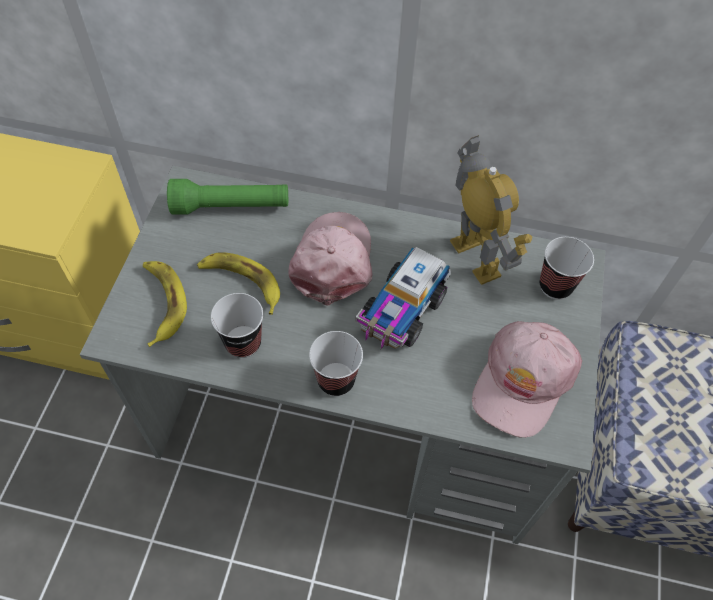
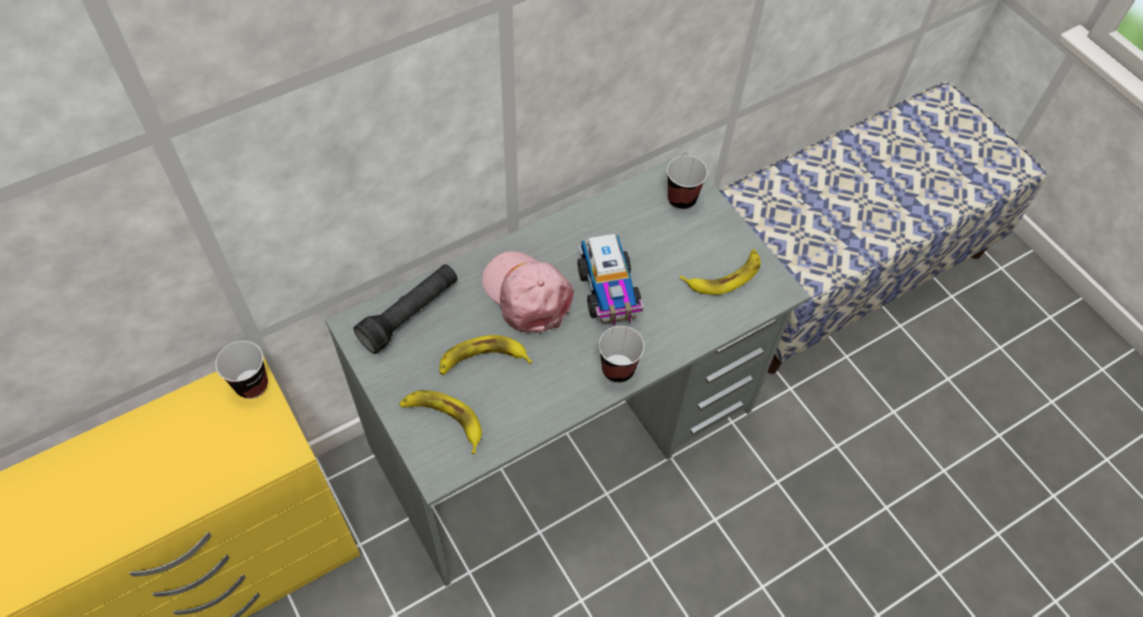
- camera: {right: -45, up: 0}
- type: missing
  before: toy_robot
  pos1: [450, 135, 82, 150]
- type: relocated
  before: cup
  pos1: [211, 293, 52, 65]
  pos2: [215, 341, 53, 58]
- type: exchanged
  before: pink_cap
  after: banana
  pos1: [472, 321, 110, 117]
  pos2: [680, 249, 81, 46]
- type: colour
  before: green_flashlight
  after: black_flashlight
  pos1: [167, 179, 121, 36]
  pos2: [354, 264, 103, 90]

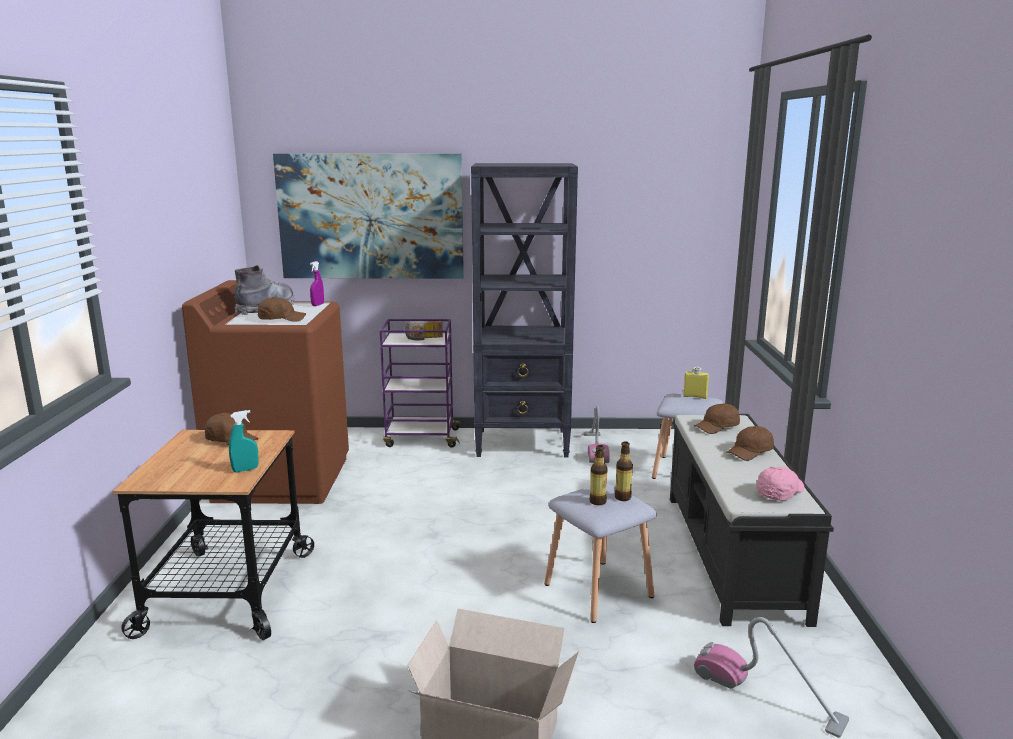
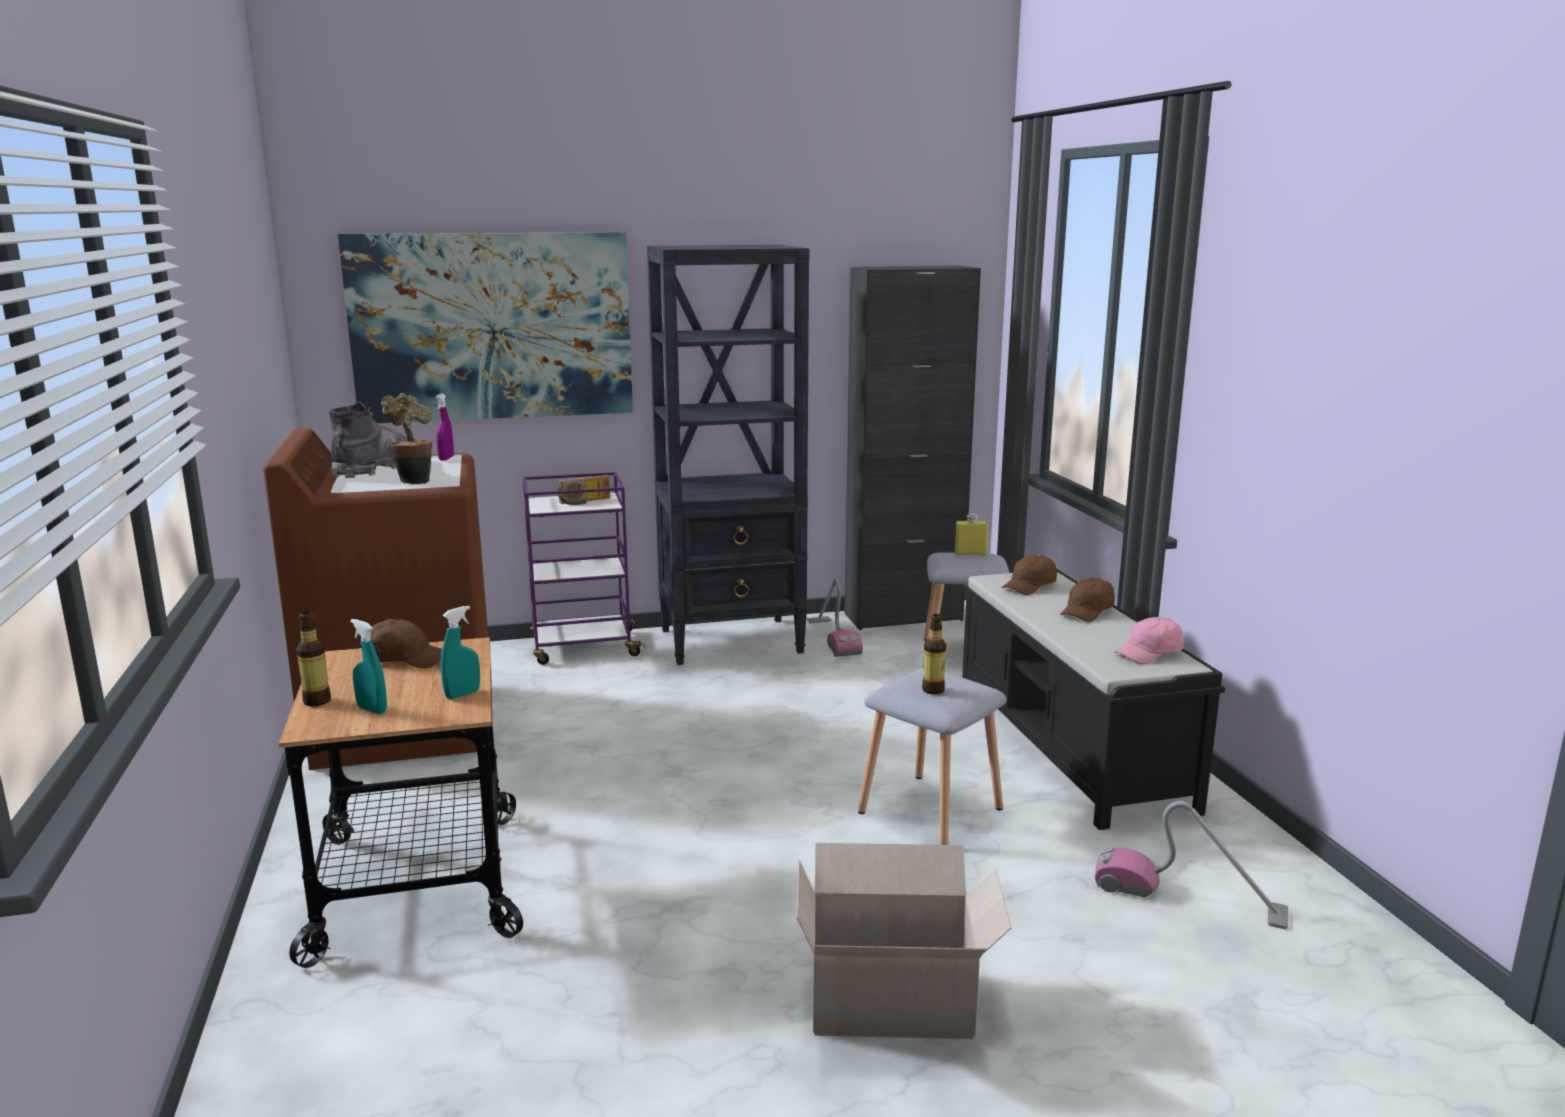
- camera: {right: -15, up: 0}
- type: appeared
  after: turquoise_spray_bottle
  pos2: [351, 619, 36, 95]
- type: appeared
  after: black_cabinet
  pos2: [845, 266, 136, 364]
- type: relocated
  before: bottle
  pos1: [615, 441, 18, 60]
  pos2: [296, 611, 35, 95]
- type: exchanged
  before: brown_cap
  after: potted_plant
  pos1: [257, 297, 49, 25]
  pos2: [381, 393, 51, 91]
- type: spun
  before: pink_cap
  pos1: [757, 467, 47, 34]
  pos2: [1114, 617, 70, 47]
  turn: -150

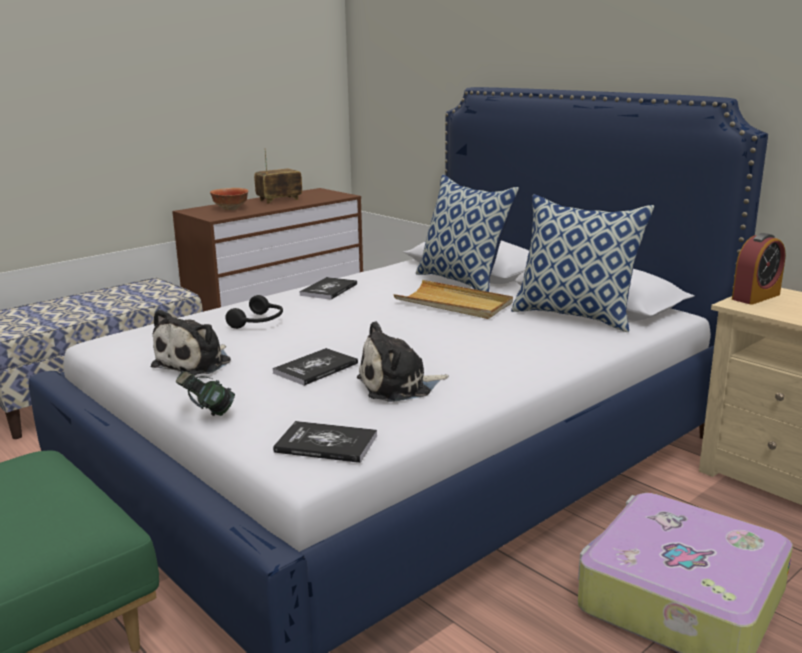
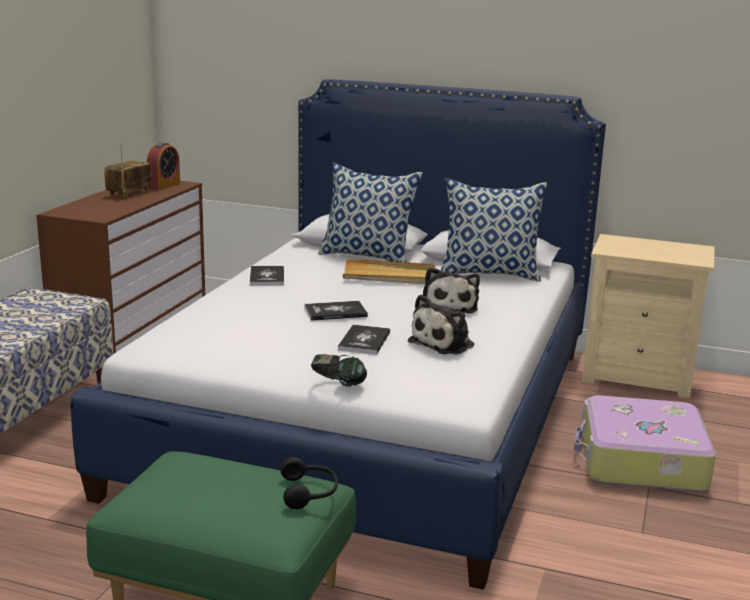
- camera: {right: -30, up: 0}
- type: missing
  before: bowl
  pos1: [210, 188, 38, 22]
- type: relocated
  before: plush_toy
  pos1: [151, 309, 80, 66]
  pos2: [423, 267, 57, 47]
- type: relocated
  before: black_headphones
  pos1: [225, 295, 58, 34]
  pos2: [280, 457, 58, 52]
- type: relocated
  before: book
  pos1: [273, 421, 104, 42]
  pos2: [304, 301, 64, 20]
- type: relocated
  before: alarm_clock
  pos1: [732, 233, 54, 72]
  pos2: [147, 142, 33, 48]

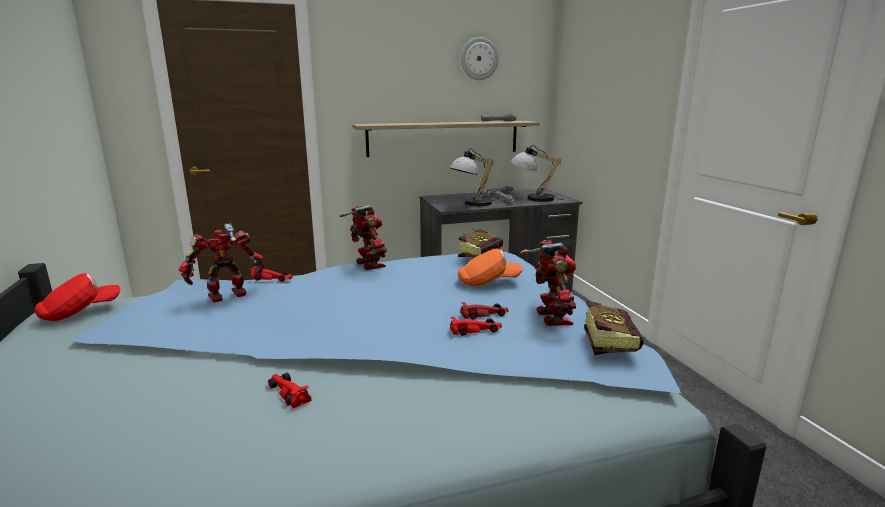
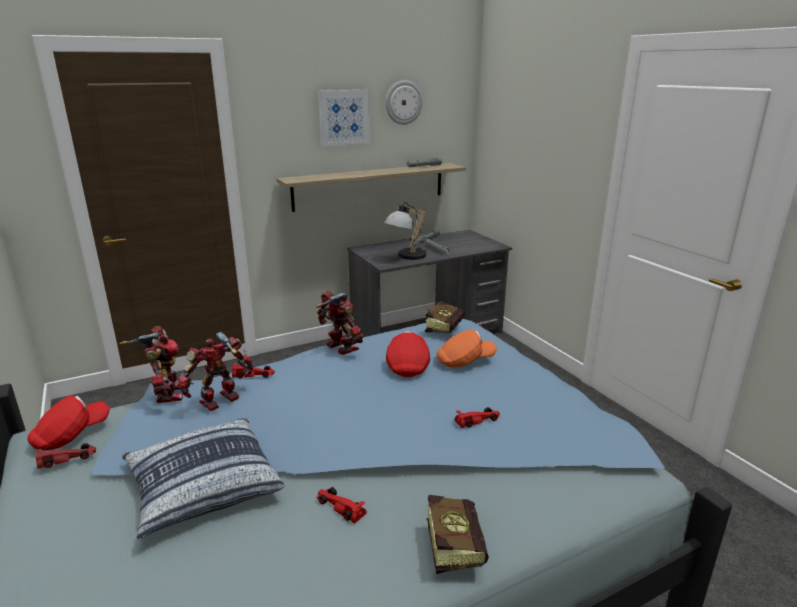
- camera: {right: -10, up: 5}
- type: missing
  before: table_lamp
  pos1: [511, 145, 53, 57]
- type: appeared
  after: pillow
  pos2: [122, 418, 163, 121]
- type: appeared
  after: picture
  pos2: [318, 90, 52, 56]
- type: appeared
  after: red_cap
  pos2: [386, 331, 44, 46]
- type: relocated
  before: red_toy_car
  pos1: [461, 302, 48, 17]
  pos2: [35, 443, 61, 26]
- type: relocated
  before: toy_robot
  pos1: [520, 239, 56, 87]
  pos2: [119, 326, 64, 77]
- type: relocated
  before: book
  pos1: [584, 301, 59, 54]
  pos2: [427, 495, 62, 79]

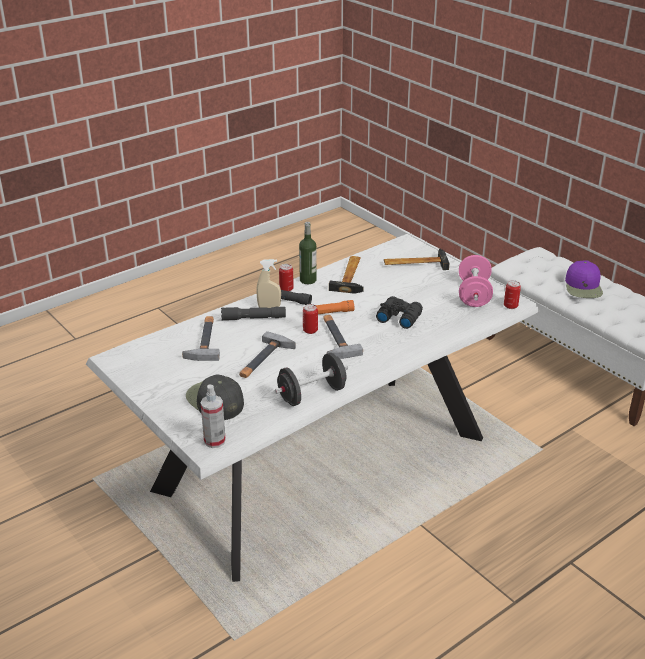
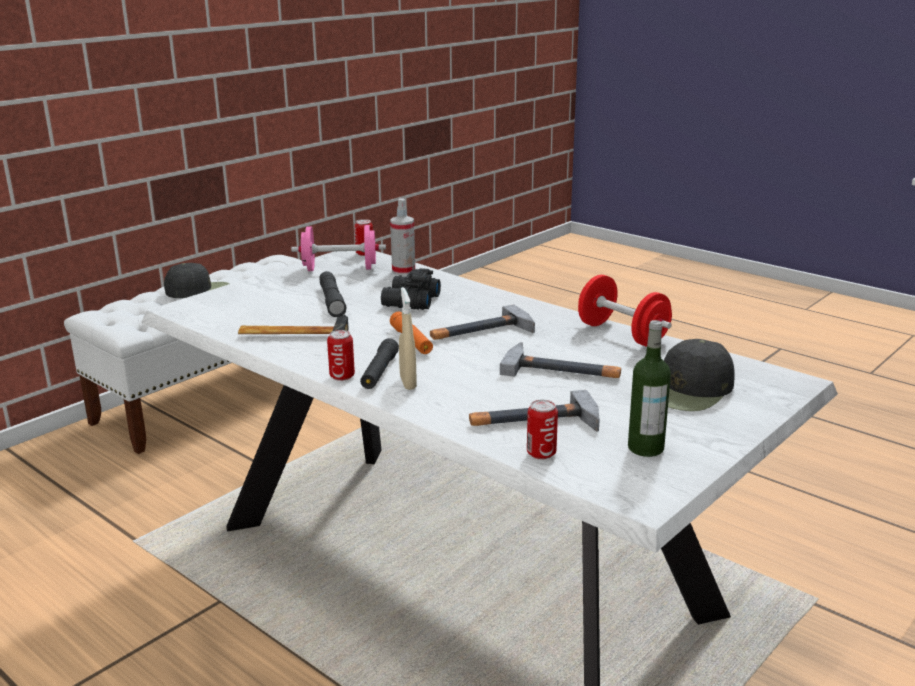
- camera: {right: -100, up: -10}
- type: missing
  before: hammer
  pos1: [384, 249, 66, 21]
- type: relocated
  before: spray_bottle
  pos1: [201, 385, 25, 63]
  pos2: [390, 198, 25, 77]
- type: relocated
  before: grey_flashlight
  pos1: [221, 307, 65, 13]
  pos2: [319, 271, 28, 46]
- type: relocated
  before: bottle
  pos1: [299, 222, 18, 62]
  pos2: [628, 320, 43, 137]
- type: relocated
  before: can
  pos1: [303, 304, 15, 30]
  pos2: [527, 400, 31, 59]
- type: colour
  before: black_dumbbell
  after: red_dumbbell
  pos1: [275, 353, 73, 53]
  pos2: [578, 275, 94, 71]
- type: colour
  before: purple_cap
  after: black_cap
  pos1: [565, 261, 38, 37]
  pos2: [164, 263, 65, 35]

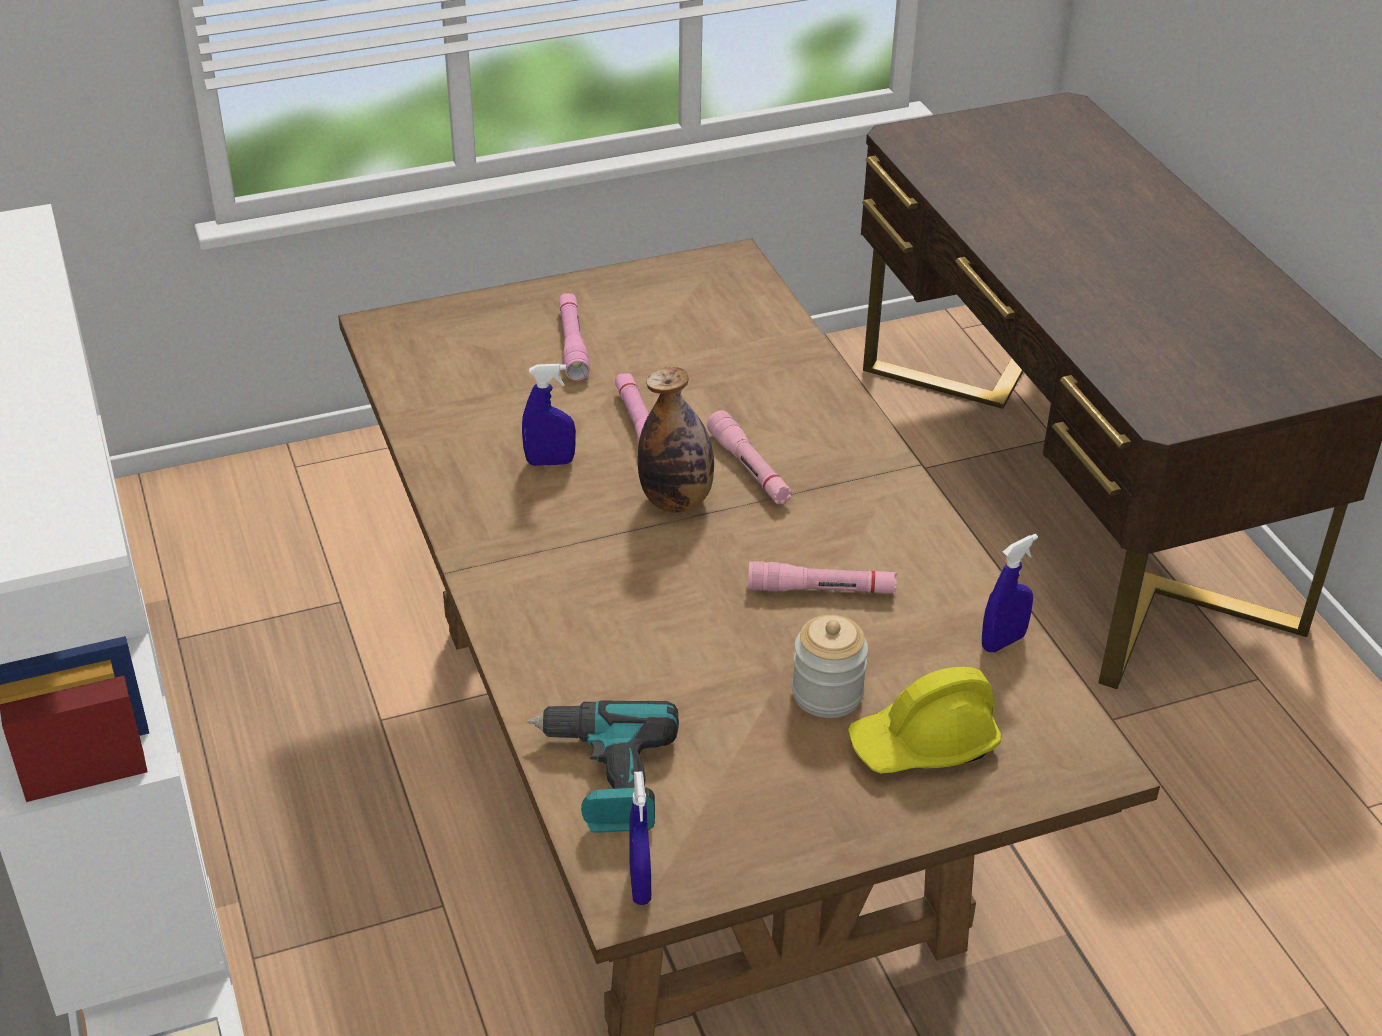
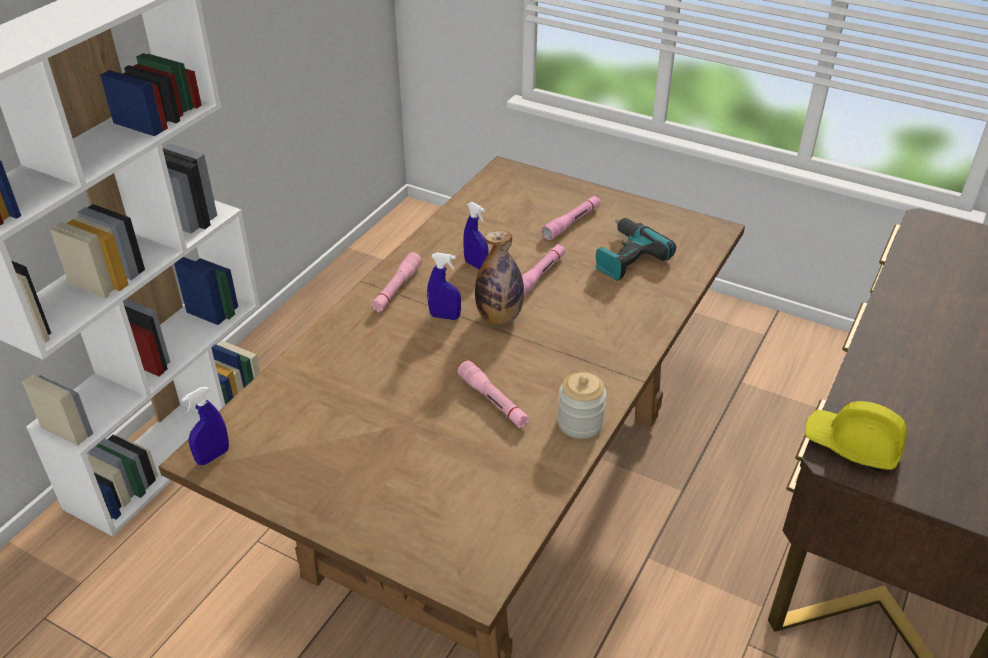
- camera: {right: 50, up: 0}
- type: relocated
  before: power_drill
  pos1: [527, 700, 152, 133]
  pos2: [596, 218, 80, 63]
- type: relocated
  before: pink_flashlight
  pos1: [707, 410, 85, 94]
  pos2: [371, 252, 51, 60]
- type: relocated
  before: jar
  pos1: [792, 615, 76, 103]
  pos2: [557, 372, 50, 67]
- type: relocated
  before: yellow_hard_hat
  pos1: [848, 667, 153, 107]
  pos2: [805, 401, 102, 71]
- type: relocated
  before: blue_spray_bottle
  pos1: [982, 534, 56, 118]
  pos2: [427, 253, 34, 67]

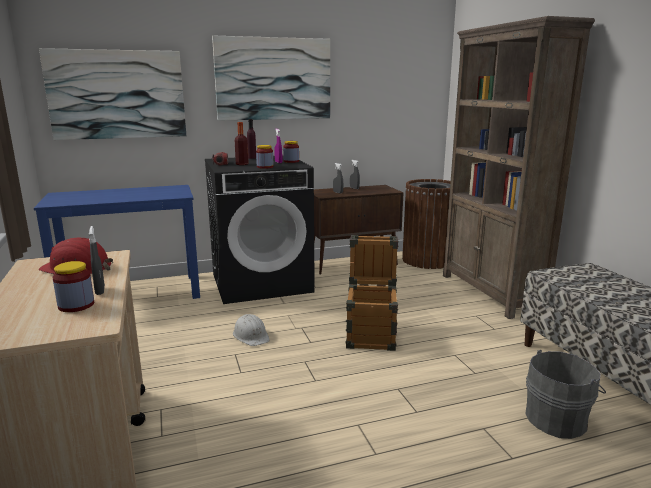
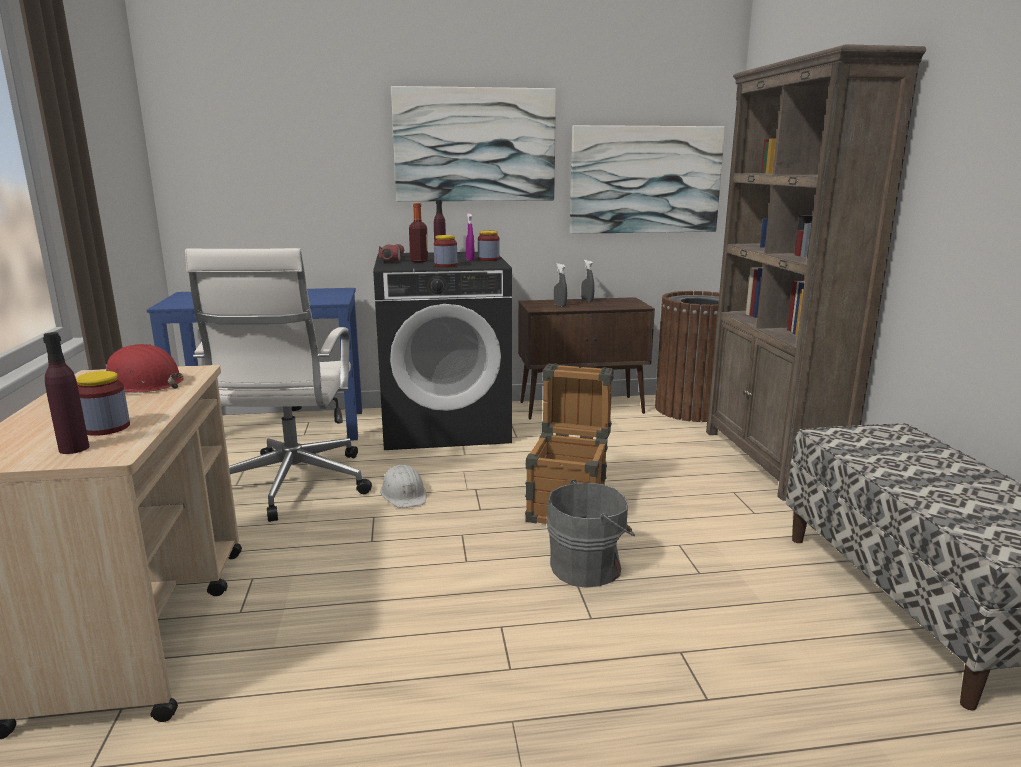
- camera: {right: 10, up: 0}
- type: missing
  before: grey_spray_bottle
  pos1: [89, 226, 16, 69]
- type: appeared
  after: purple_bottle
  pos2: [43, 332, 46, 122]
- type: appeared
  after: white_office_chair
  pos2: [185, 248, 187, 274]
- type: relocated
  before: picture
  pos1: [39, 48, 147, 92]
  pos2: [570, 125, 155, 109]
- type: relocated
  before: grey_bucket
  pos1: [525, 350, 81, 89]
  pos2: [546, 479, 89, 109]

